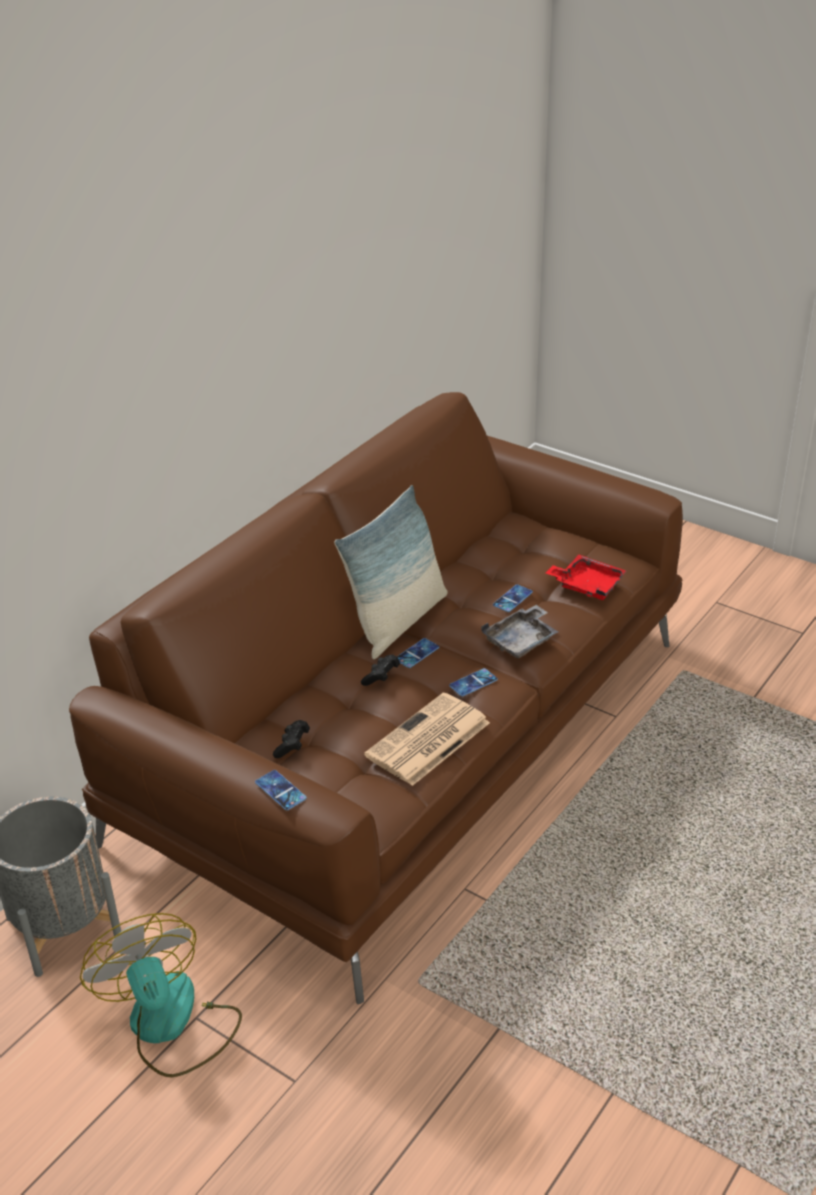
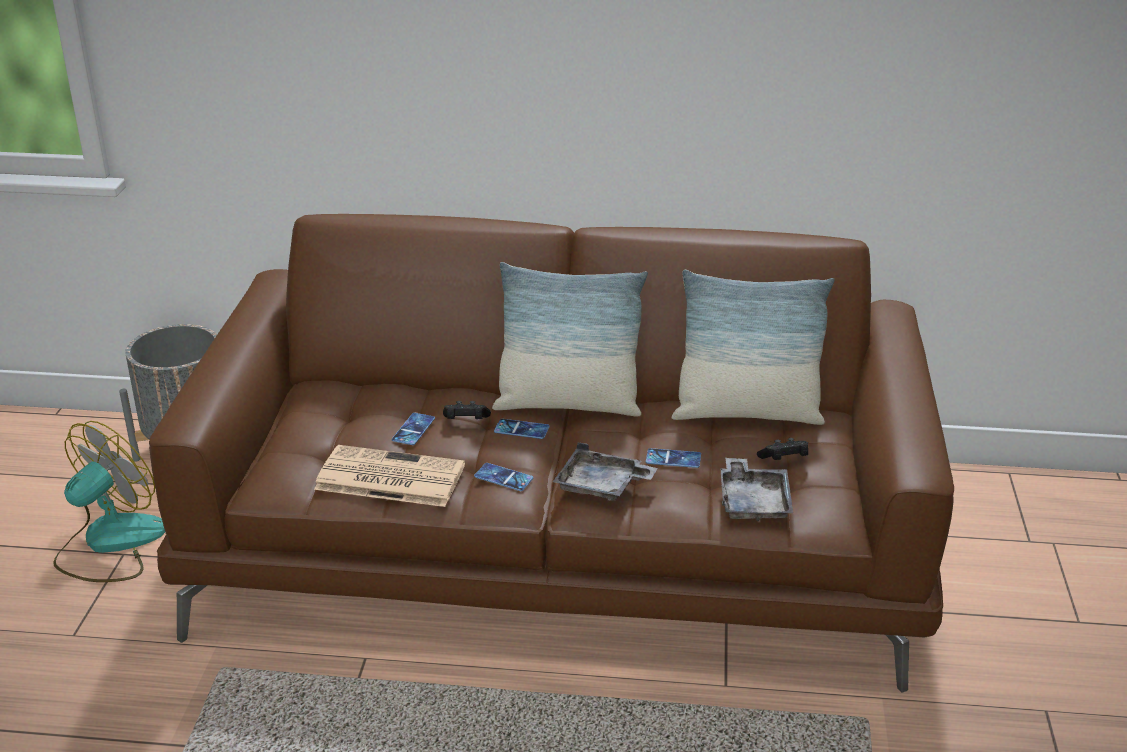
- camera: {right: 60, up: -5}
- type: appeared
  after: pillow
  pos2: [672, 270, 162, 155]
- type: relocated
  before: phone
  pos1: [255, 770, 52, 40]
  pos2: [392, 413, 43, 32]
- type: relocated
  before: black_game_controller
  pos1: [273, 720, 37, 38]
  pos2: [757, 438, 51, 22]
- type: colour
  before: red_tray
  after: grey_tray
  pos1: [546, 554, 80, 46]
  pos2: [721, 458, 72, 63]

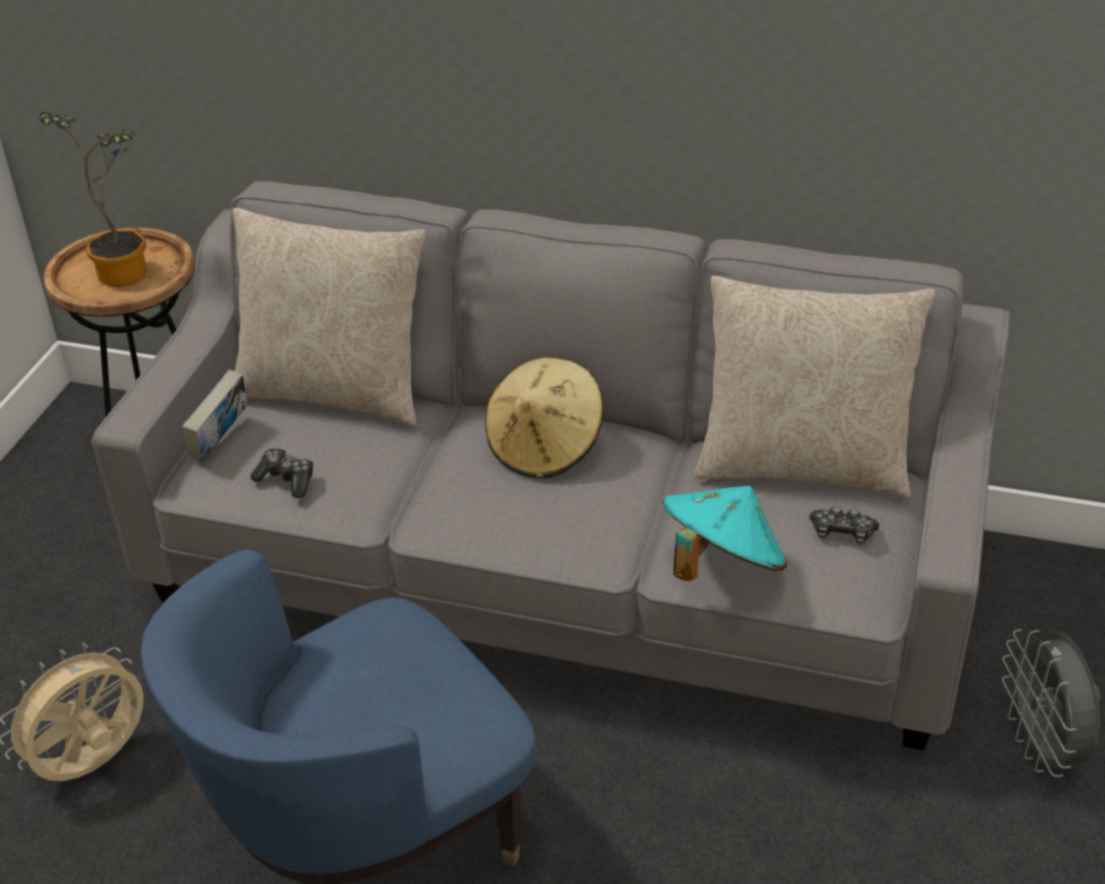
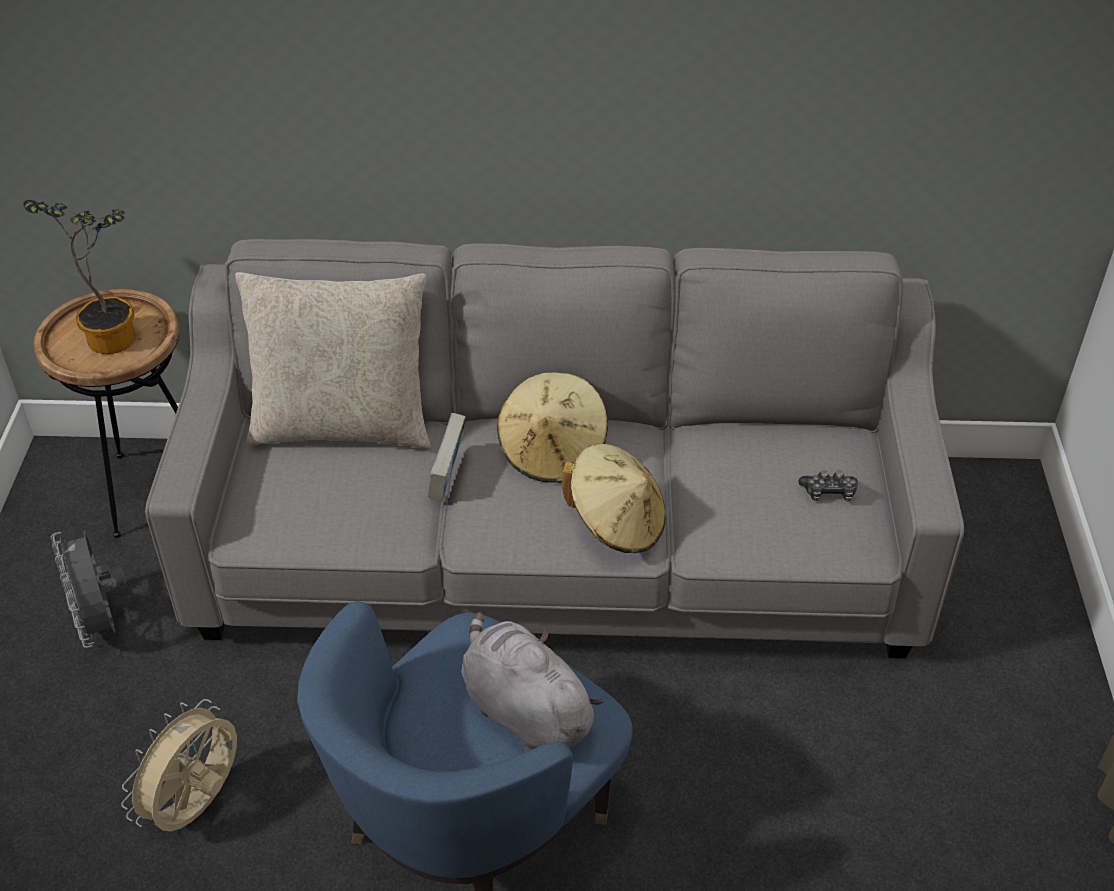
- camera: {right: -15, up: 5}
- type: missing
  before: game_controller
  pos1: [250, 448, 63, 50]
- type: missing
  before: turquoise_hat
  pos1: [662, 486, 125, 95]
- type: missing
  before: beige_pillow
  pos1: [694, 276, 241, 222]
- type: appeared
  after: grey_plush_toy
  pos2: [461, 612, 143, 140]
- type: appeared
  after: beige_hat
  pos2: [562, 444, 104, 109]
- type: relocated
  before: book
  pos1: [182, 370, 65, 93]
  pos2: [428, 413, 38, 89]
- type: relocated
  before: grey_fan
  pos1: [1002, 629, 99, 148]
  pos2: [51, 530, 75, 118]

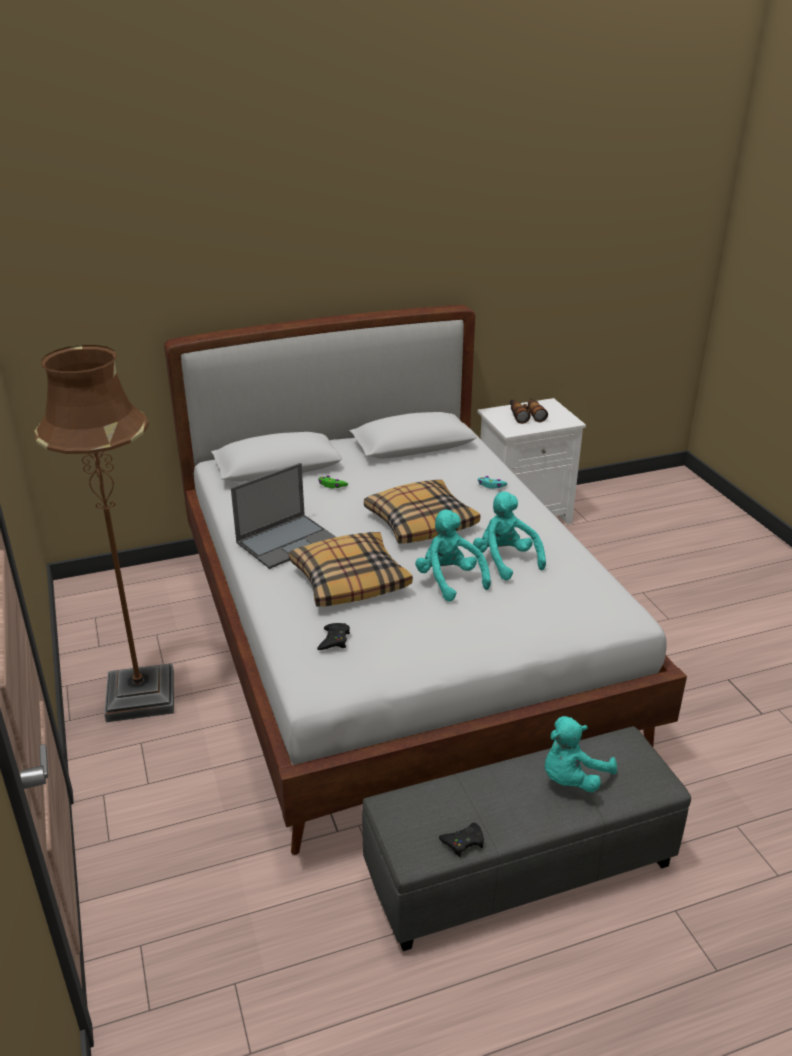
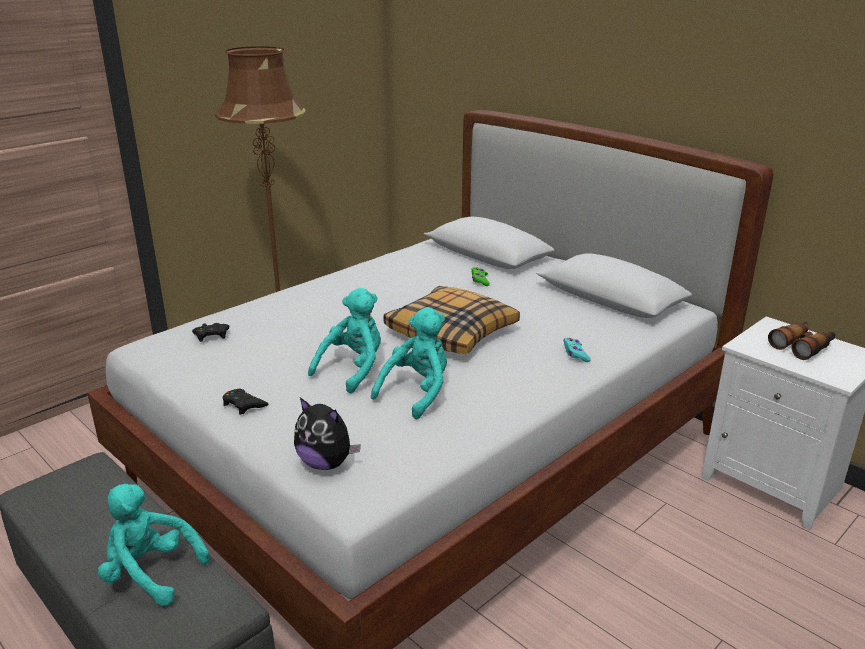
- camera: {right: 65, up: -5}
- type: missing
  before: laptop
  pos1: [231, 463, 105, 106]
- type: missing
  before: pillow
  pos1: [289, 532, 124, 74]
- type: appeared
  after: plush_toy
  pos2: [294, 397, 67, 73]
- type: relocated
  before: black_game_controller
  pos1: [439, 823, 45, 34]
  pos2: [222, 389, 46, 26]

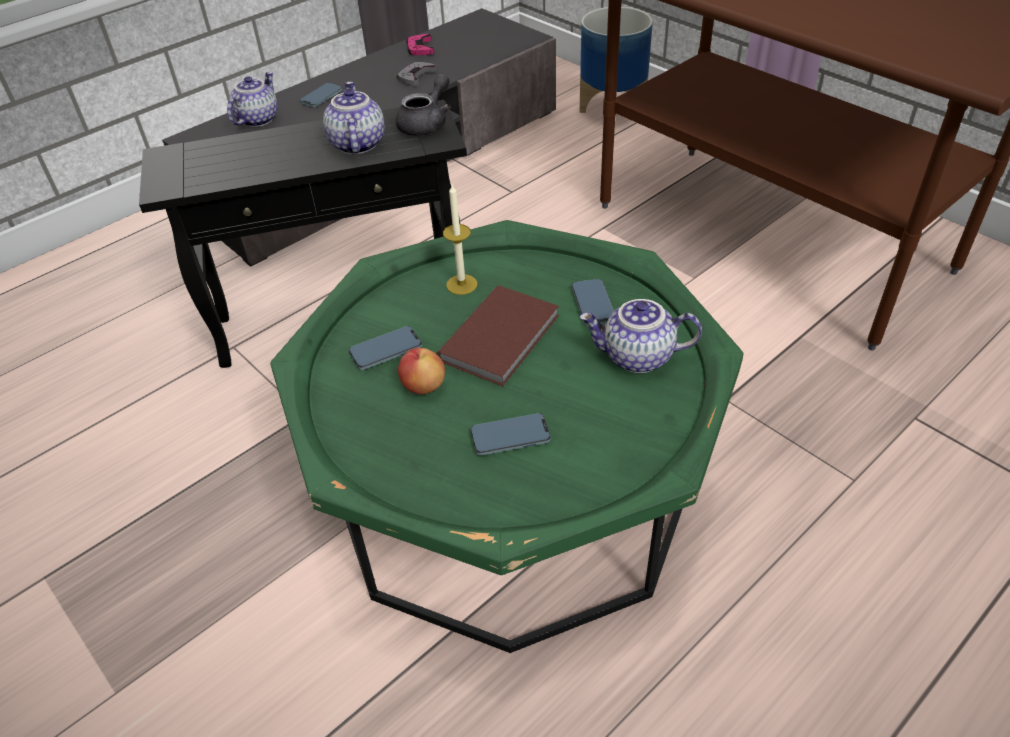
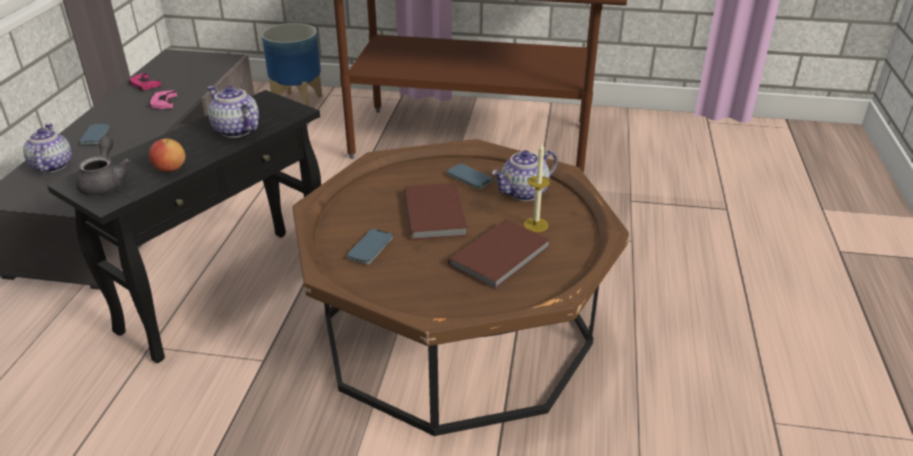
- camera: {right: -40, up: -10}
- type: relocated
  before: grey_teapot
  pos1: [396, 74, 55, 62]
  pos2: [76, 136, 55, 59]
- type: relocated
  before: apple
  pos1: [398, 348, 47, 46]
  pos2: [149, 139, 37, 33]
- type: relocated
  before: candle
  pos1: [443, 185, 34, 110]
  pos2: [524, 143, 26, 89]
- type: exchanged
  before: phone
  after: brown_book
  pos1: [470, 413, 81, 43]
  pos2: [448, 219, 102, 71]
- type: colour
  before: green_coffee_table
  after: brown_coffee_table
  pos1: [270, 220, 474, 433]
  pos2: [292, 139, 337, 297]
- type: colour
  before: grey_game_controller
  after: pink_game_controller
  pos1: [397, 62, 39, 24]
  pos2: [149, 90, 28, 19]

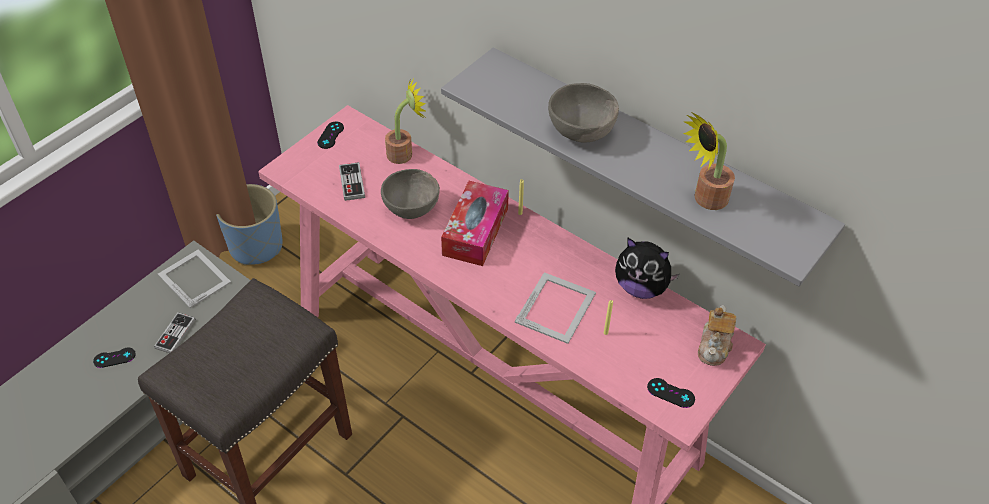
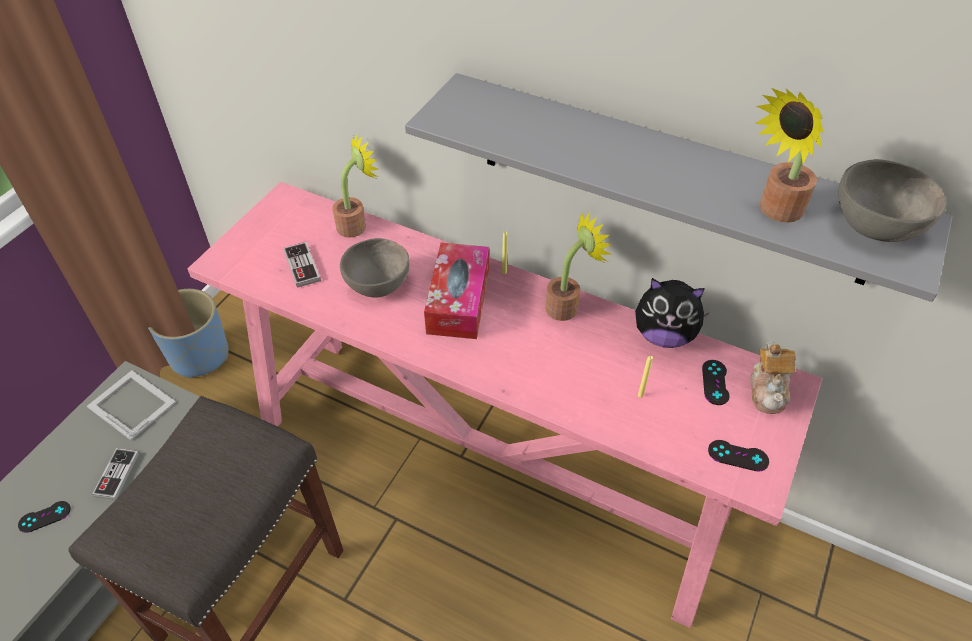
- camera: {right: -10, up: 0}
- type: missing
  before: picture_frame
  pos1: [515, 272, 81, 72]
- type: appeared
  after: potted_plant
  pos2: [545, 211, 67, 110]
- type: relocated
  before: black_game_controller
  pos1: [317, 122, 27, 27]
  pos2: [702, 360, 28, 45]
- type: relocated
  before: grey_bowl
  pos1: [548, 83, 71, 60]
  pos2: [838, 159, 109, 83]

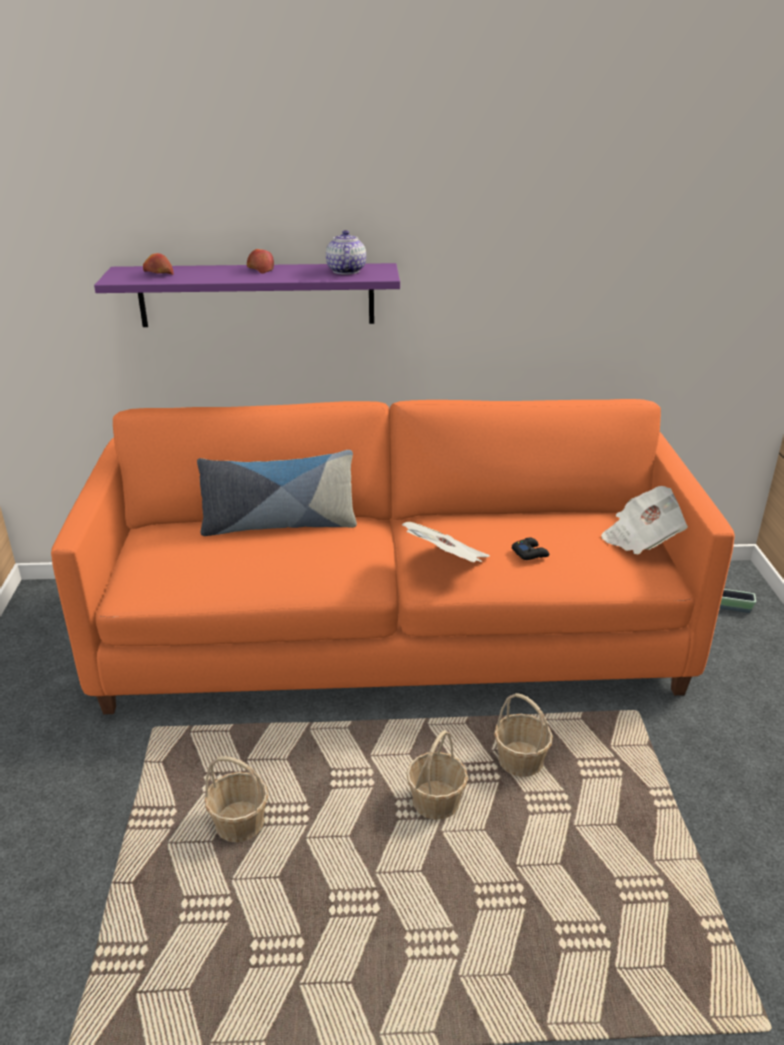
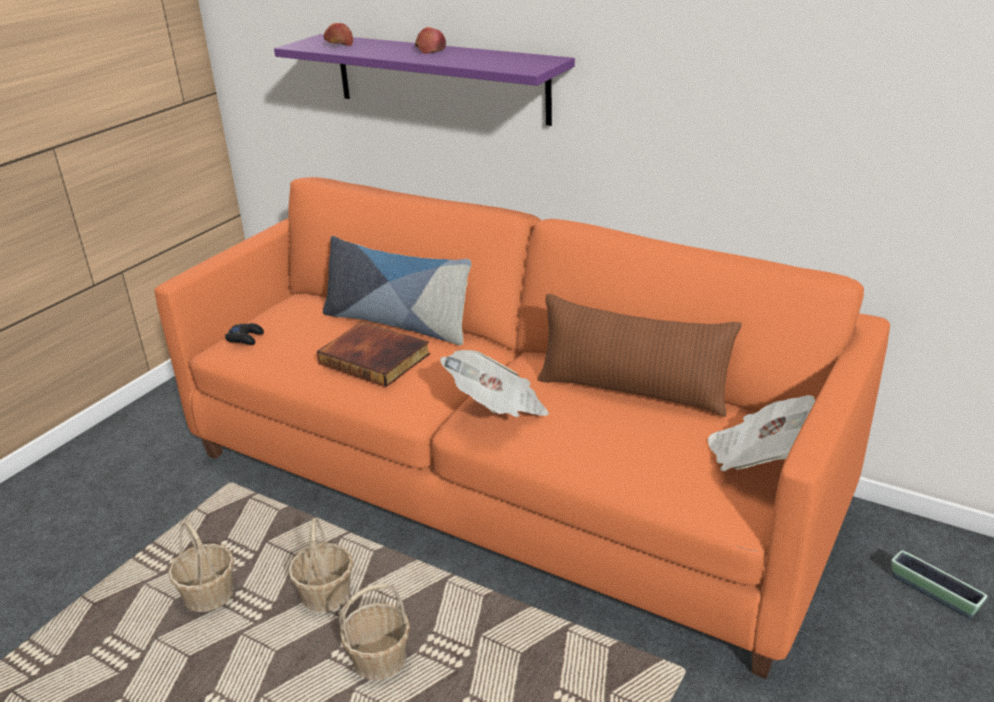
- camera: {right: 35, up: 0}
- type: missing
  before: teapot
  pos1: [326, 230, 40, 45]
- type: appeared
  after: book
  pos2: [317, 322, 113, 65]
- type: appeared
  after: brown_pillow
  pos2: [538, 294, 204, 123]
- type: relocated
  before: basket
  pos1: [494, 693, 59, 84]
  pos2: [288, 518, 65, 94]
- type: relocated
  before: black_game_controller
  pos1: [511, 537, 38, 23]
  pos2: [225, 323, 39, 22]

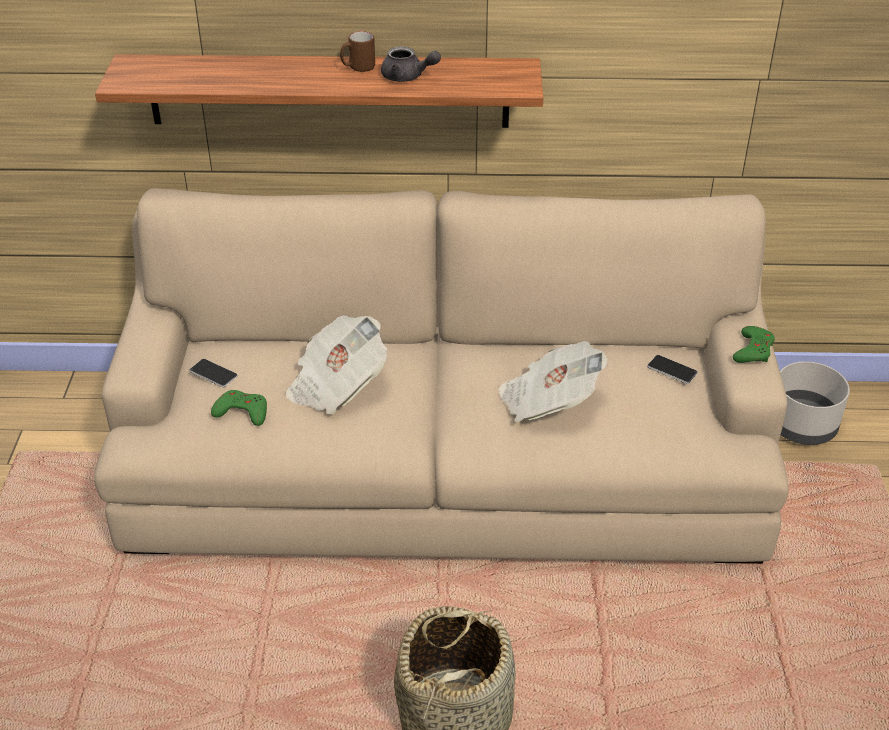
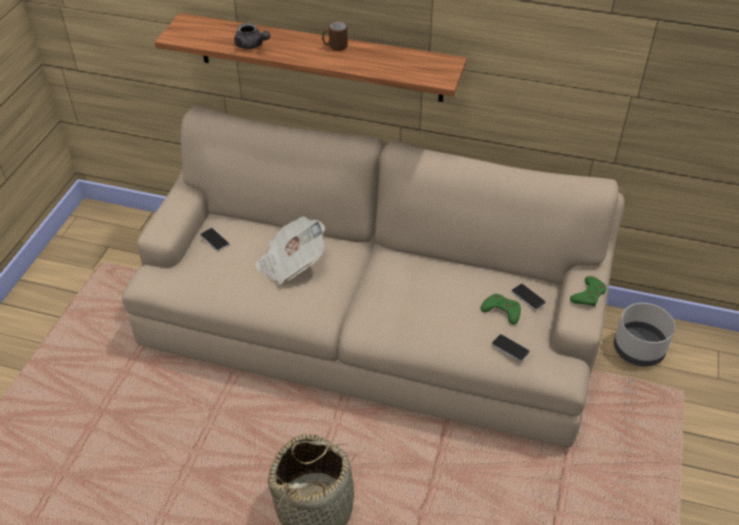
- camera: {right: 15, up: 5}
- type: missing
  before: newspaper
  pos1: [498, 341, 110, 81]
- type: appeared
  after: phone
  pos2: [492, 334, 38, 28]
- type: relocated
  before: green_game_controller
  pos1: [211, 390, 56, 36]
  pos2: [481, 294, 40, 31]
- type: relocated
  before: grey_teapot
  pos1: [381, 46, 60, 36]
  pos2: [234, 23, 36, 26]

